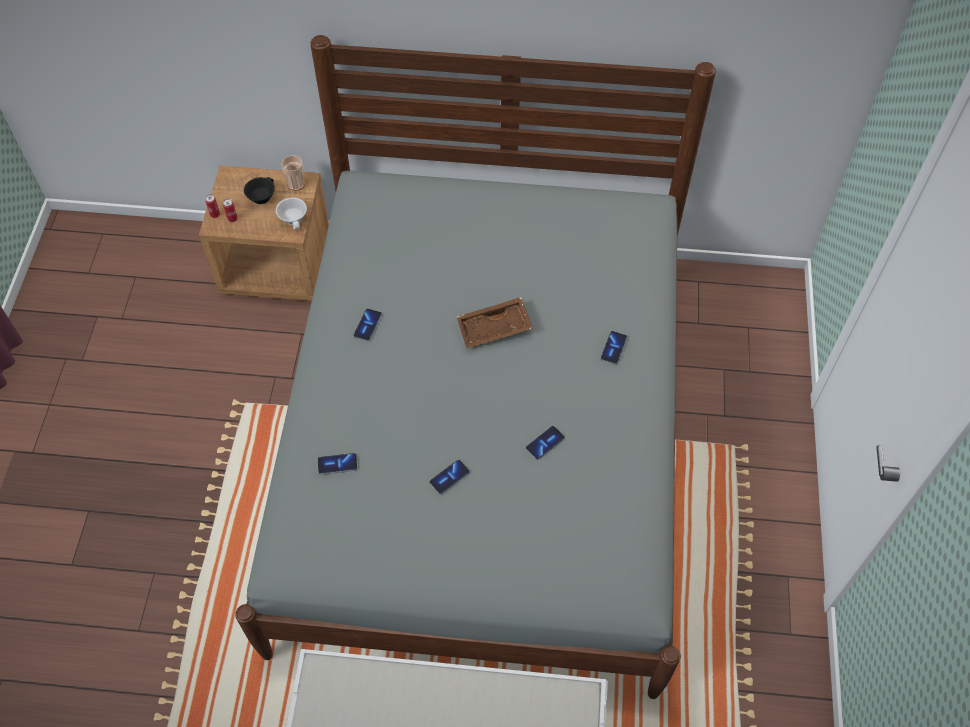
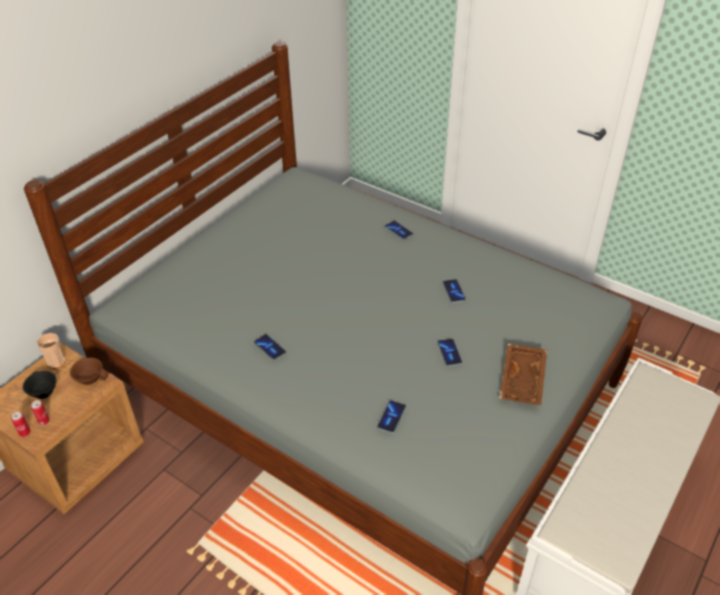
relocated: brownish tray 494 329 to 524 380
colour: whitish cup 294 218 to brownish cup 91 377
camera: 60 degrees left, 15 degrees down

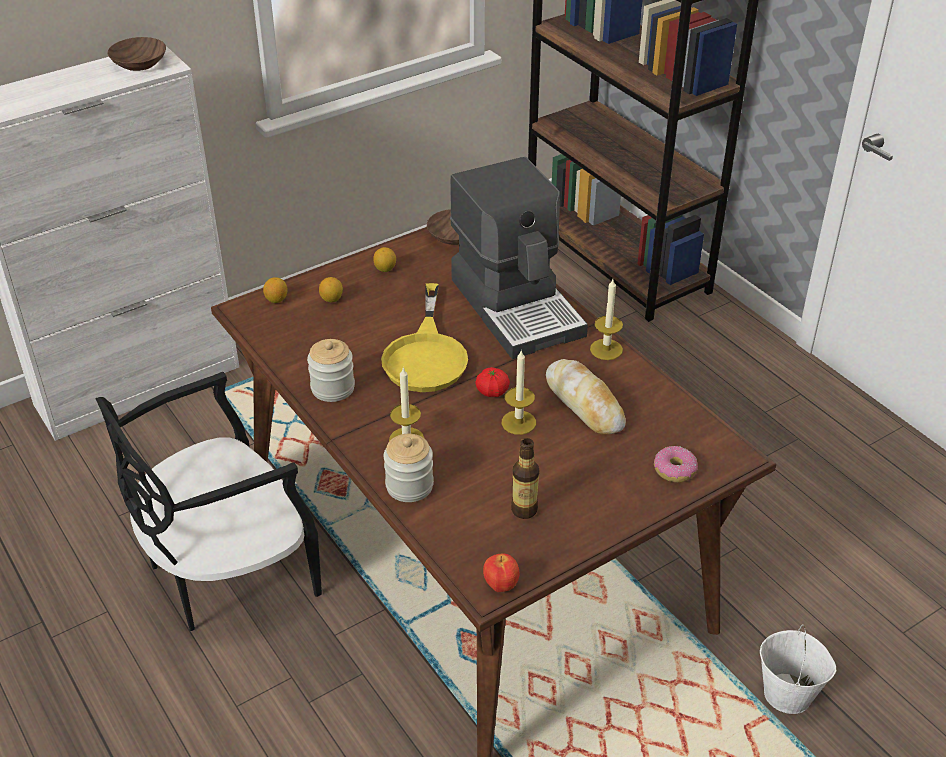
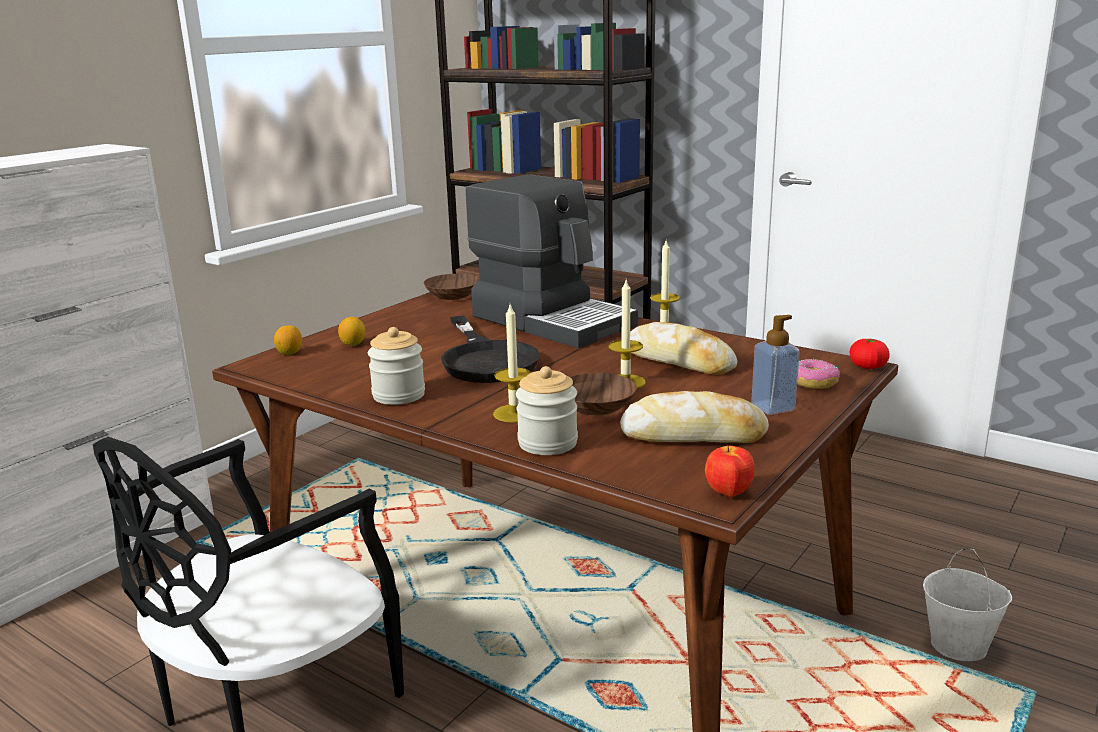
missing: lemon 385 269
appeared: soap bottle 773 407
relocated: brownish bowl 138 64 to 596 407; whole tomato 492 391 to 867 366
exchanged: beverage bottle 524 510 to baked bread 693 435
colour: yellowish skillet 426 355 to black-coloured skillet 486 359
camera: 20 degrees left, 20 degrees down

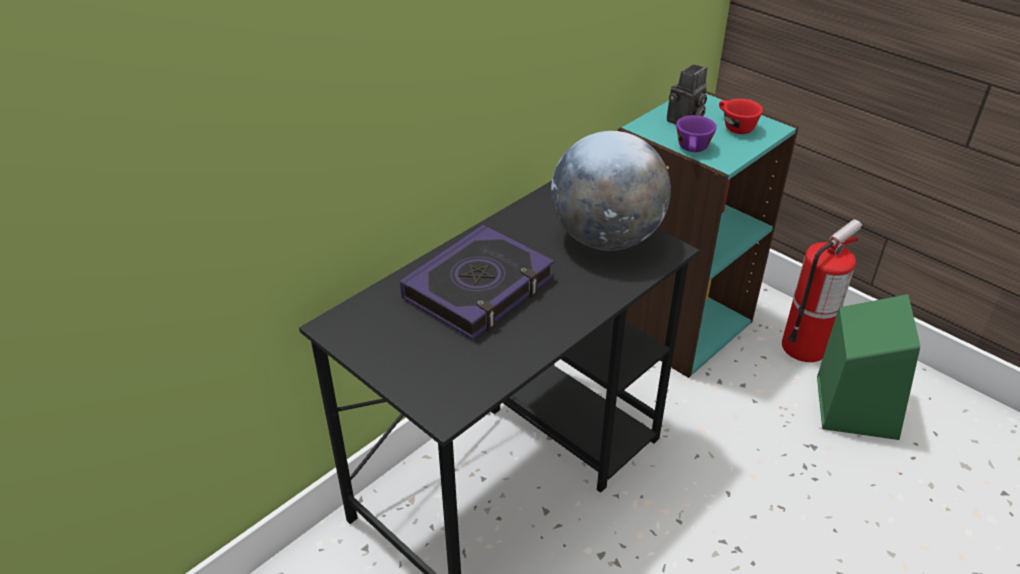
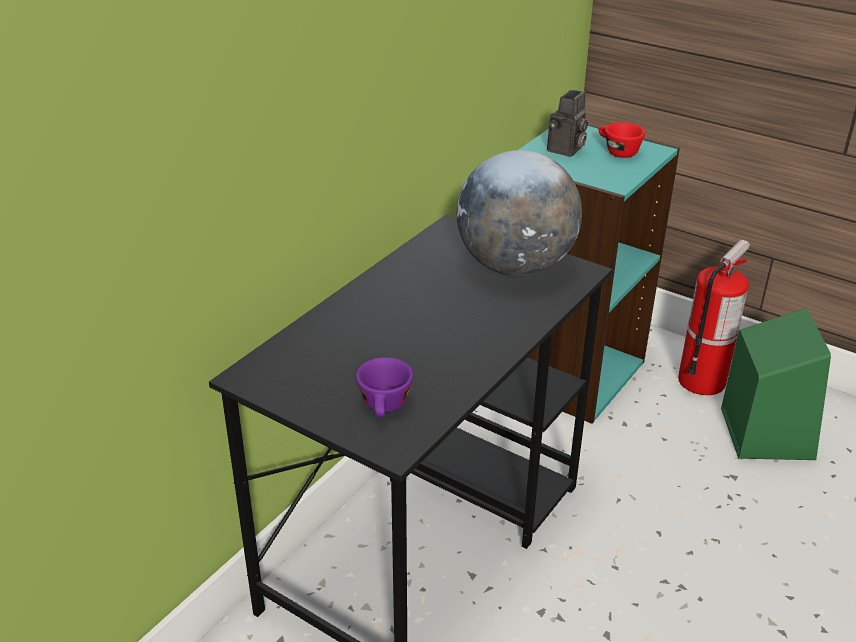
missing: bound book 479 289
relocated: purplish cup 693 150 to 385 408
camera: 10 degrees left, 5 degrees down

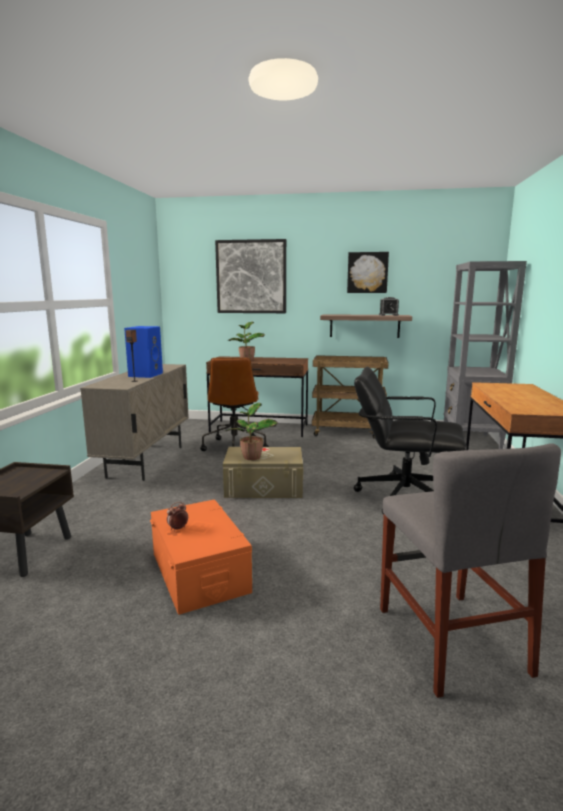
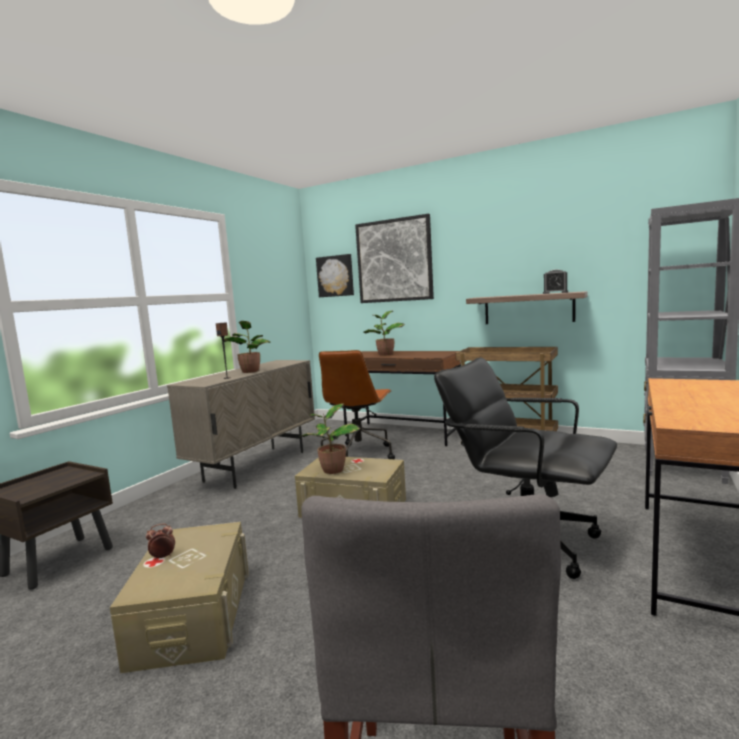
relocated: wall art 367 272 to 335 276
exchanged: blue-coloured audio speaker 145 374 to potted plant 250 371
colour: orange-coloured storage container 199 572 to sand-coloured storage container 192 615
camera: 20 degrees right, 5 degrees down

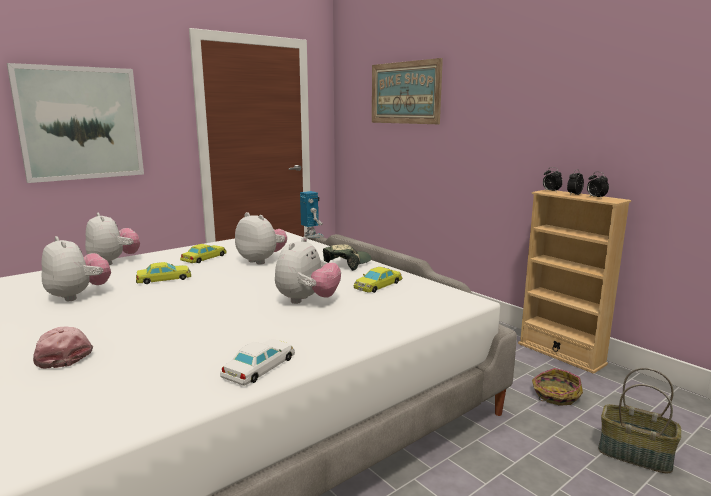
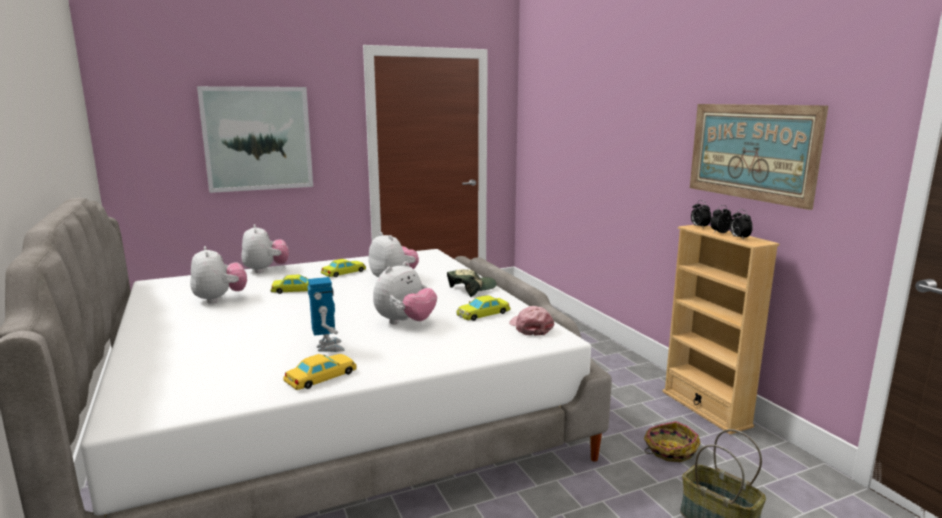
relocated: wall art 405 93 to 751 152; model robot 311 236 to 328 347; pink-coloured cap 62 355 to 530 327
colour: whitish toy car 260 367 to yellowish toy car 321 377
camera: 15 degrees right, 0 degrees up

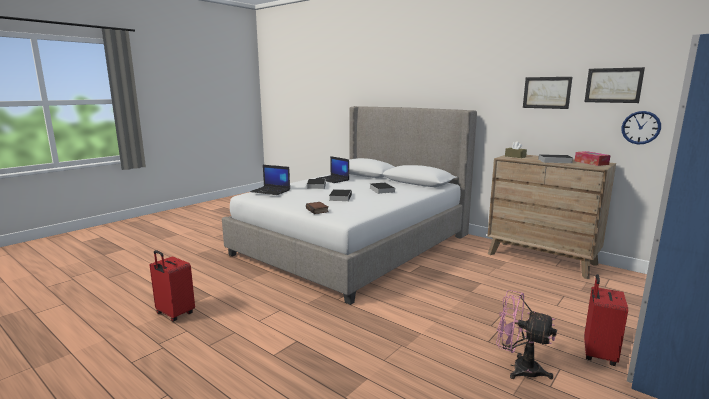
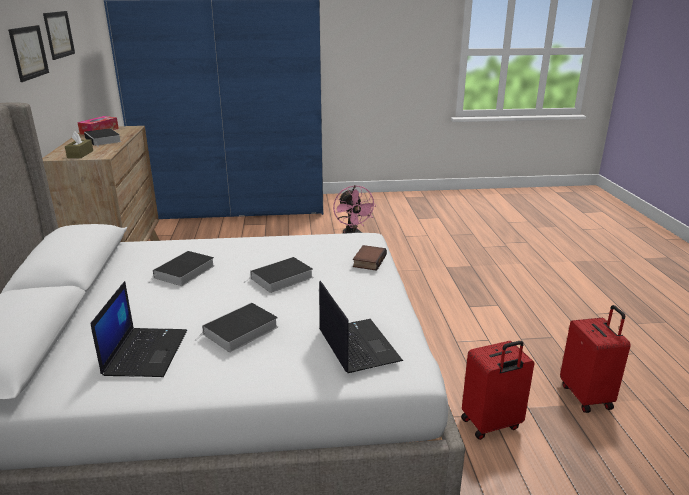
missing: wall clock 640 127
relocated: red piece of luggage 597 354 to 491 424
camera: 135 degrees left, 10 degrees up

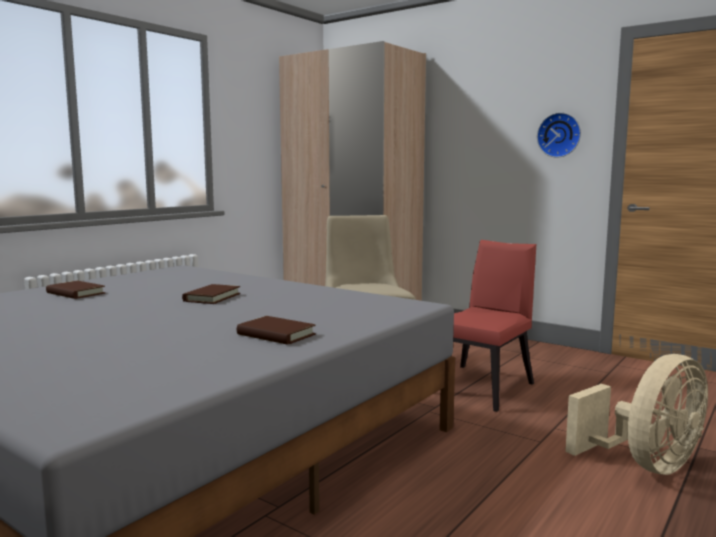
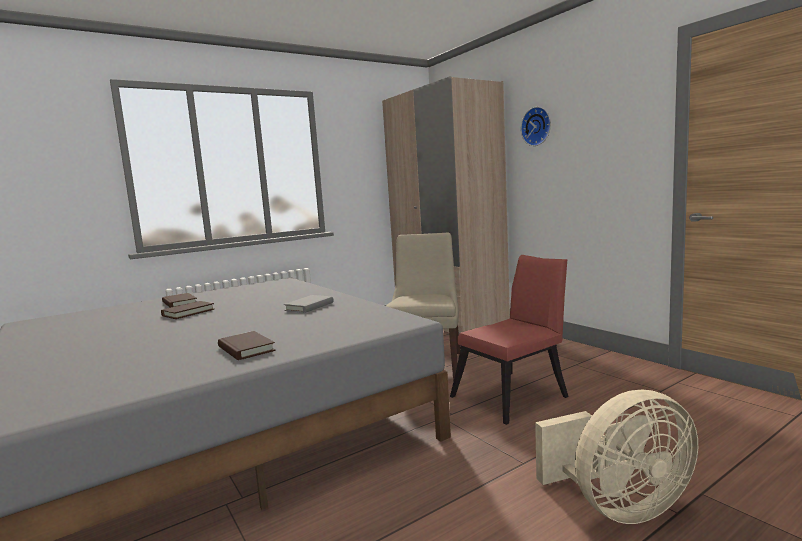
appeared: grey bound book 309 306
relocated: wall clock 559 135 to 537 126; brownish bound book 212 297 to 188 312
camera: 20 degrees right, 0 degrees up

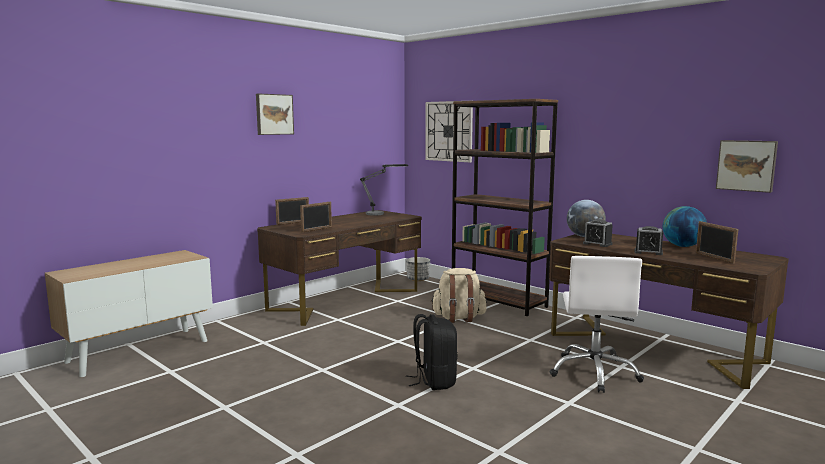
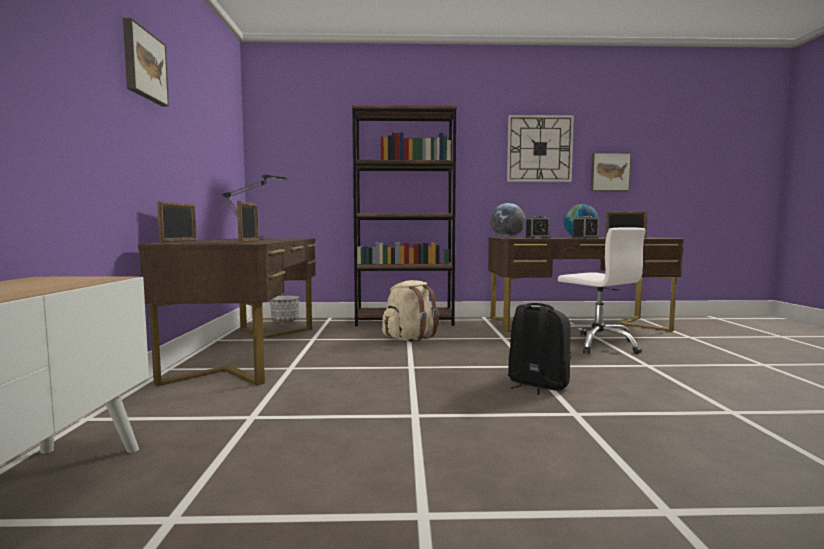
relocated: wall clock 449 131 to 539 149
camera: 45 degrees left, 5 degrees down

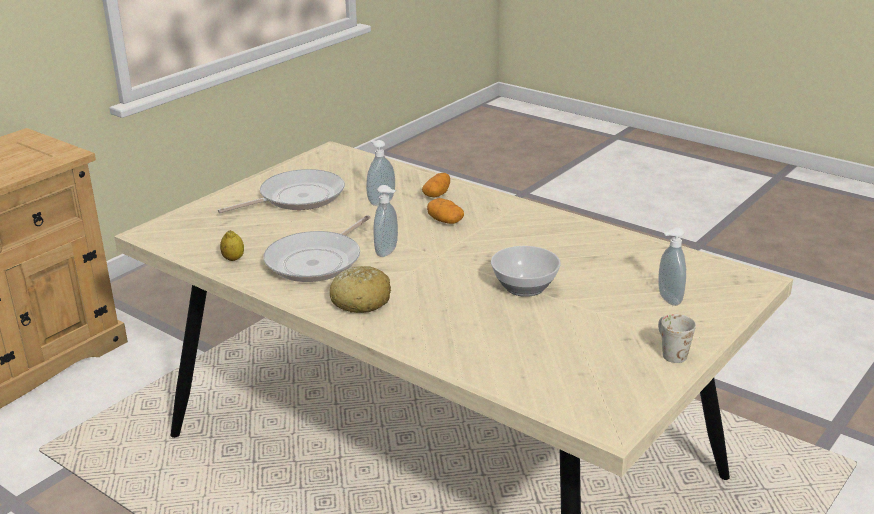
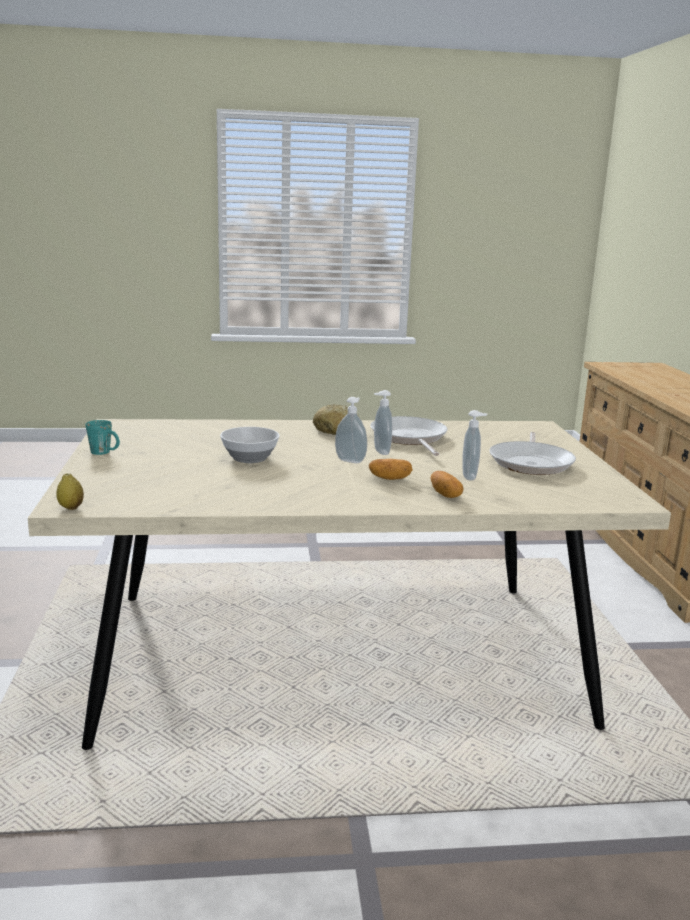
relocated: soap bottle 667 299 to 351 460; lemon 233 259 to 71 507
colour: whitish coffee mug 669 352 to blue-green coffee mug 105 453
camera: 135 degrees right, 10 degrees down

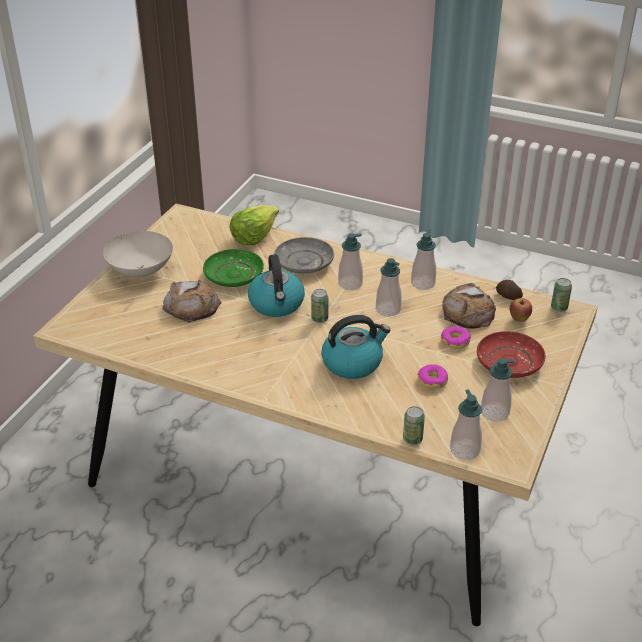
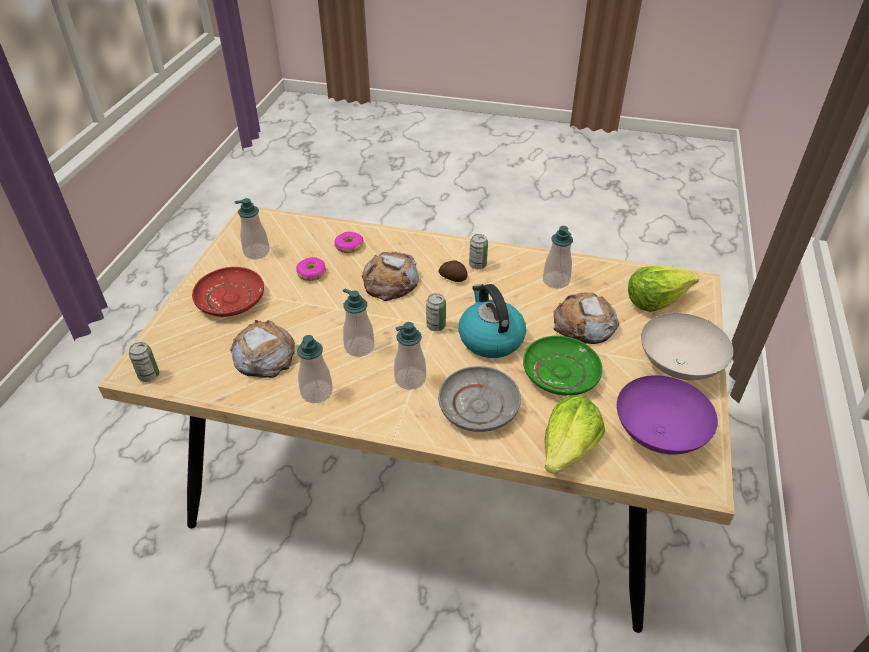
missing: apple fruit 519 319
appeared: lettuce 655 300; purplish bowl 657 433
relocated: whole potato 508 296 to 453 277; ring doughnut 455 341 to 349 246; soap bottle 464 450 to 556 280; can 412 439 to 477 265
exchanged: kettle 353 362 to baked bread 390 281
camera: 170 degrees right, 5 degrees up

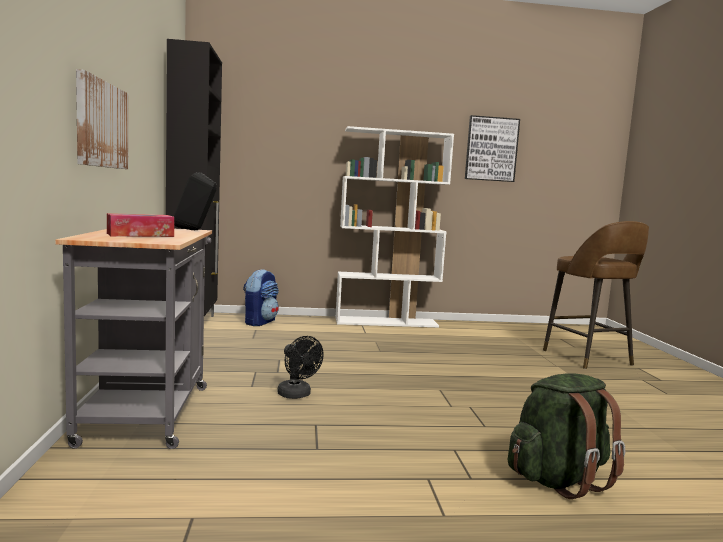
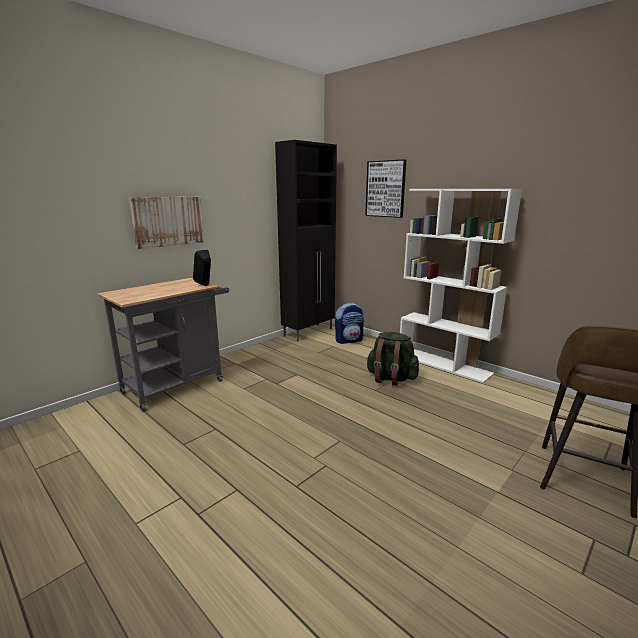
missing: tissue box 140 235; black-coloured electric fan 297 395
relocated: wall art 491 149 to 385 189; green-coloured rucksack 559 479 to 391 379
camera: 50 degrees right, 10 degrees up

